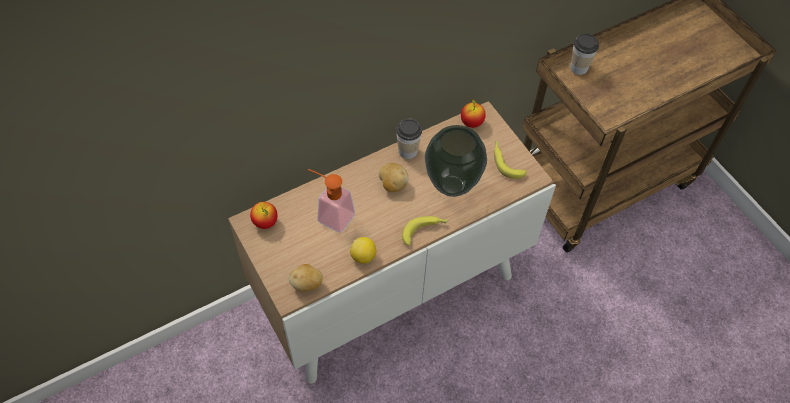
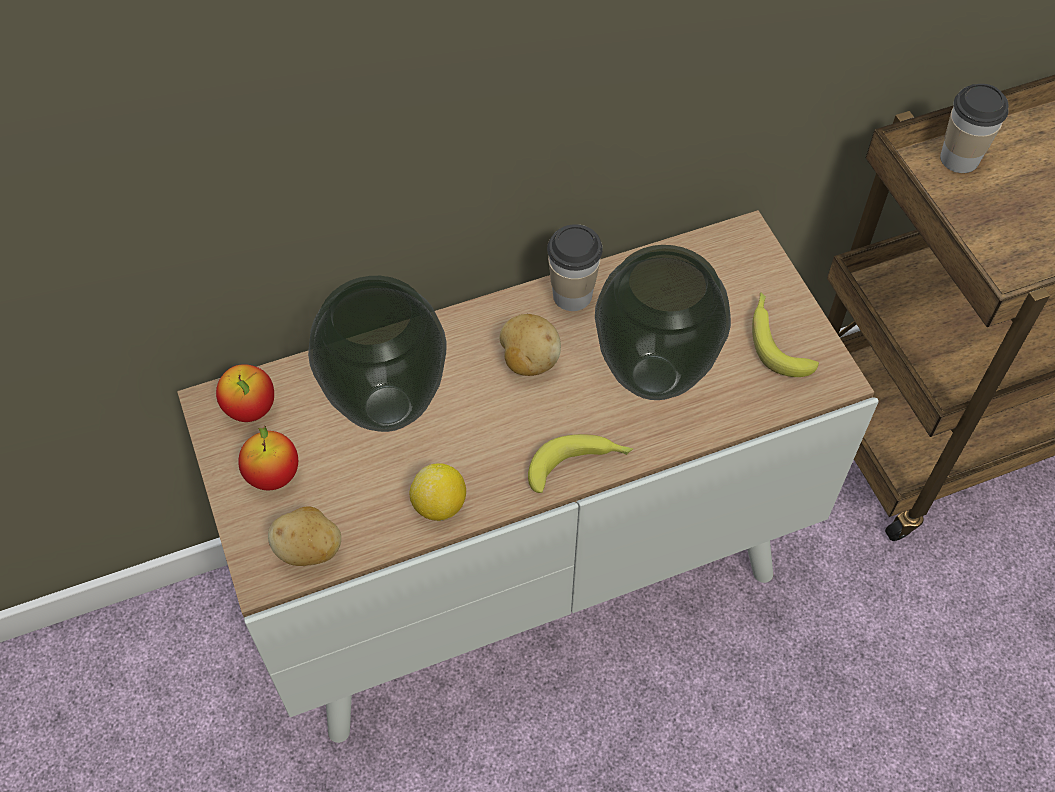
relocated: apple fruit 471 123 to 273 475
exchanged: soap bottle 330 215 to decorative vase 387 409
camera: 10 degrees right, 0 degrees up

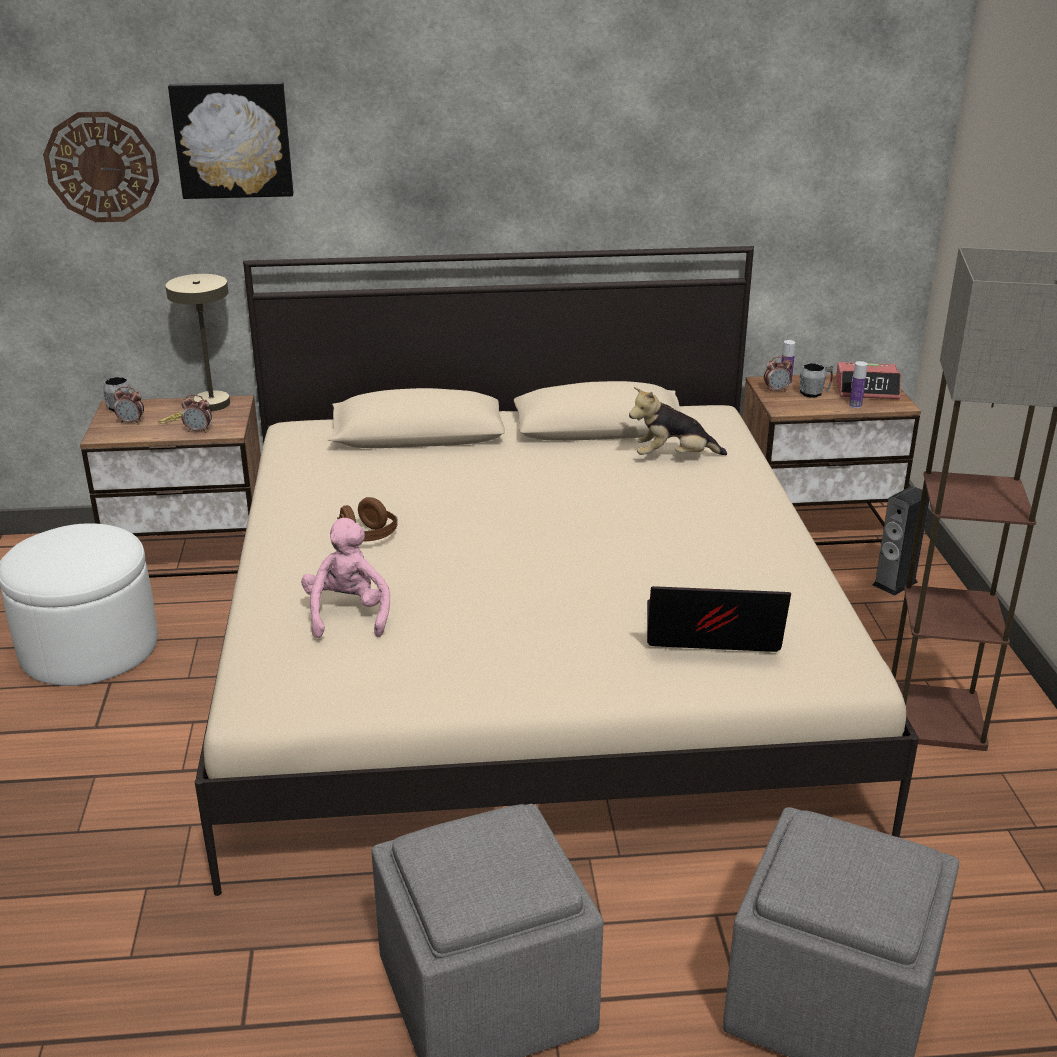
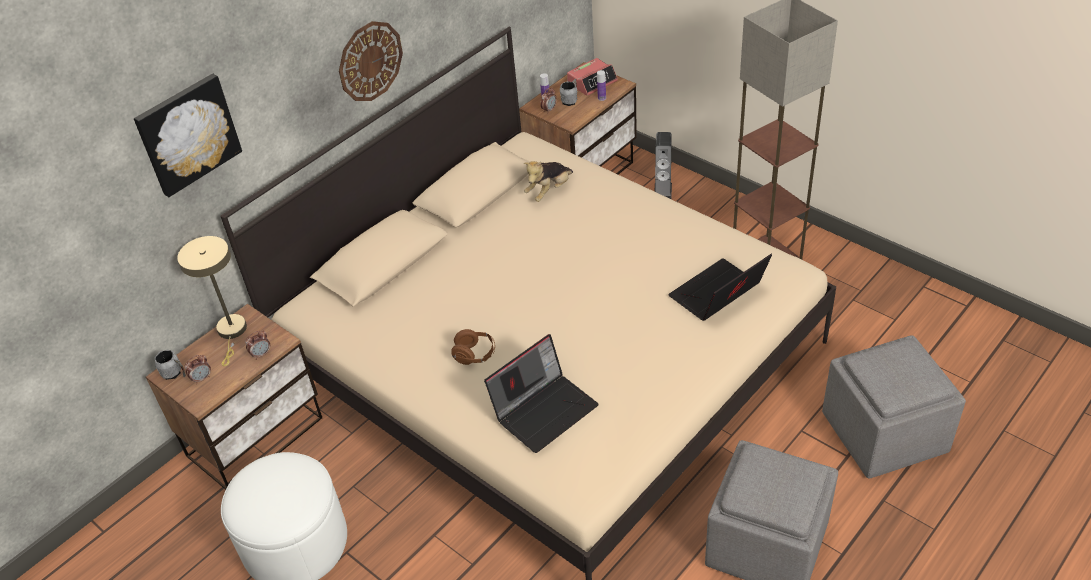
relocated: wall clock 102 167 to 370 61
exchanged: pink-coloured soft toy 348 614 to laptop 544 409
camera: 40 degrees left, 15 degrees up

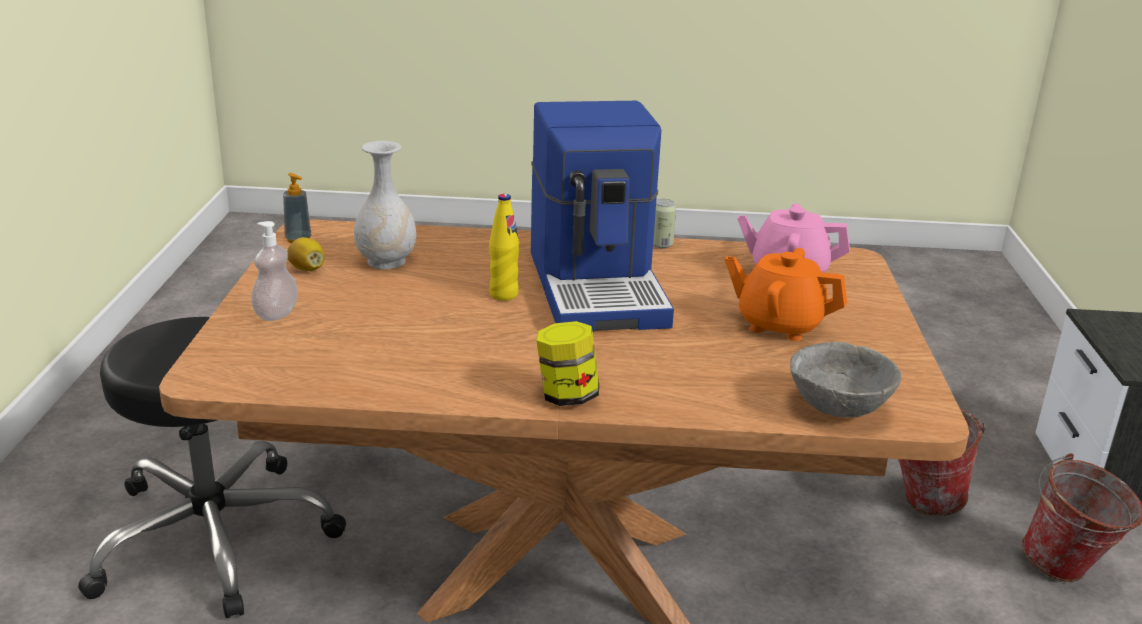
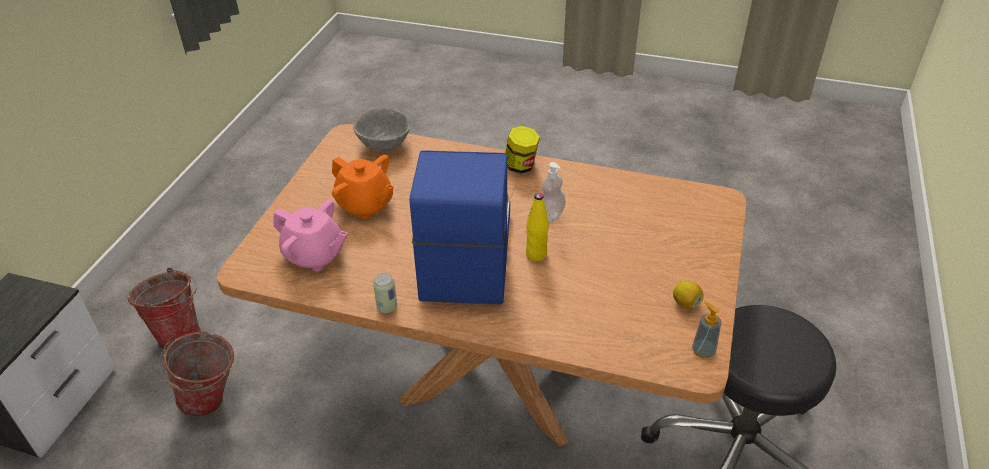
missing: whitish decorative vase 387 261
relocated: soap bottle 276 314 to 550 215
camera: 165 degrees left, 15 degrees up

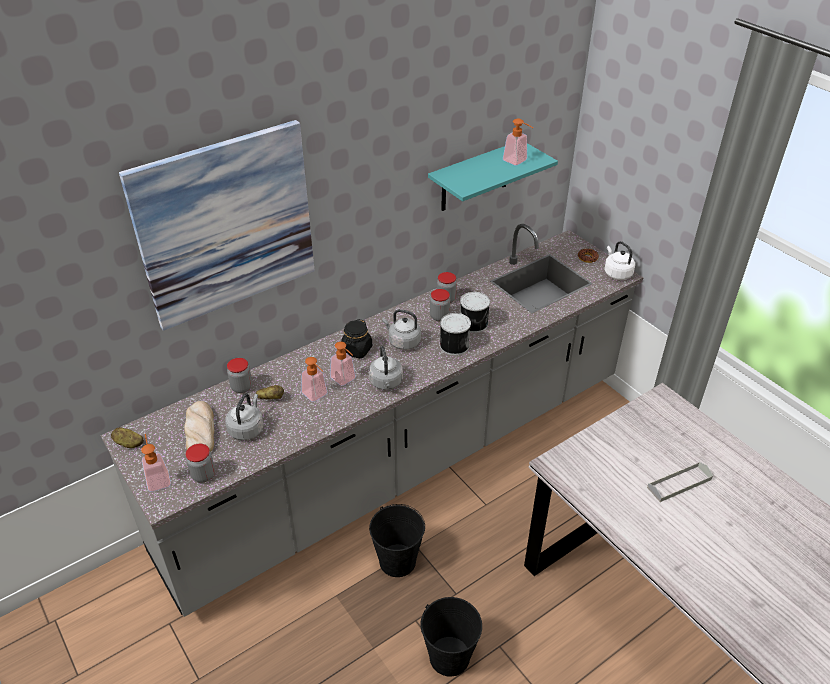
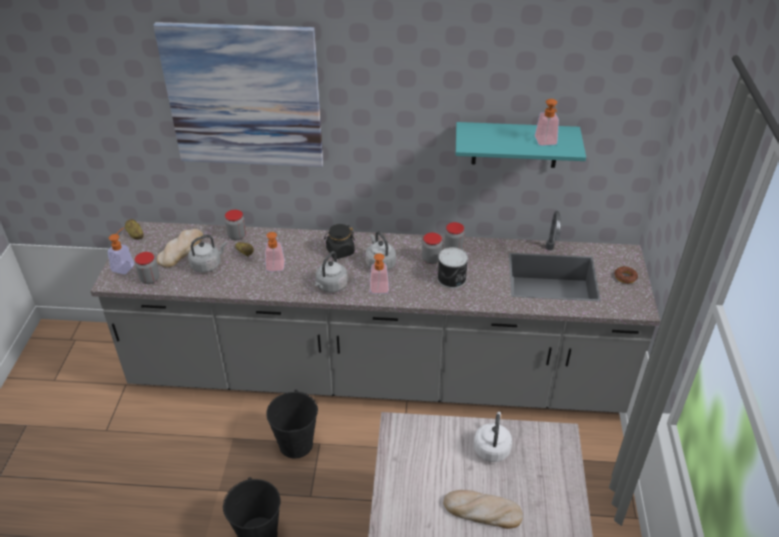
missing: can 453 345
relocated: whitish kettle 616 273 to 492 448; soap bottle 345 380 to 379 291
exchanged: grey tray 679 483 to baked bread 482 511
camera: 40 degrees right, 0 degrees up

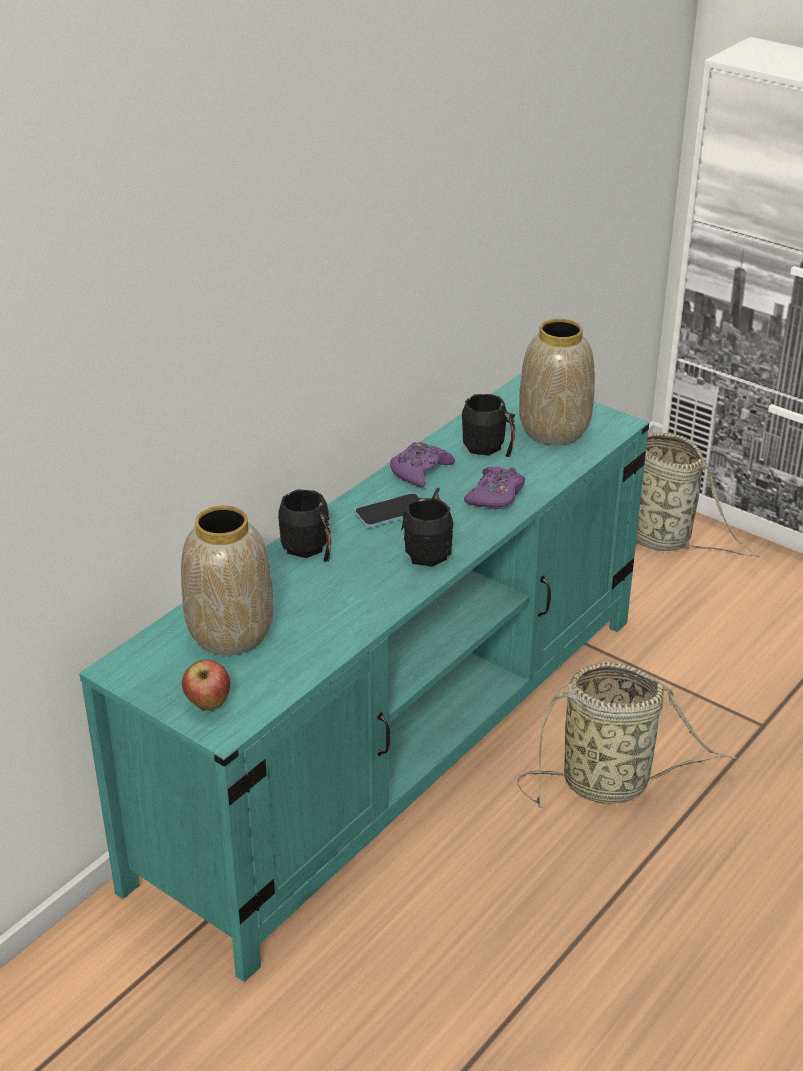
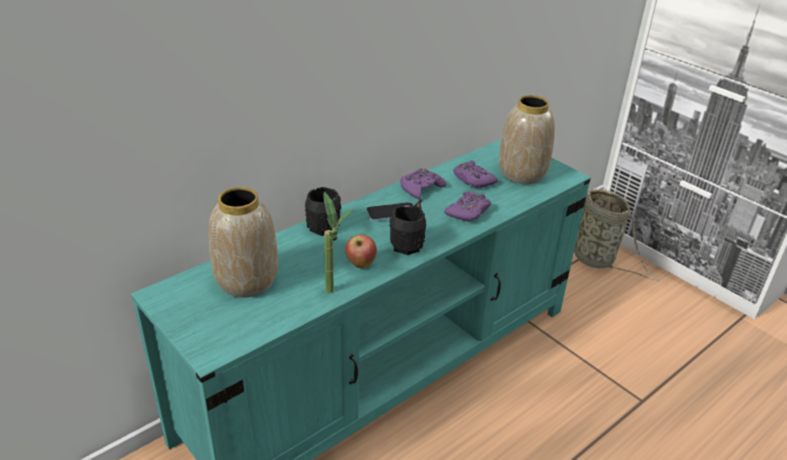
missing: storage basket 611 783
appeared: potted plant 336 294
relocated: apple fruit 208 704 to 360 264
exchanged: black-coloured coffee mug 489 448 to purplish gamepad 473 180
camera: 10 degrees right, 0 degrees up

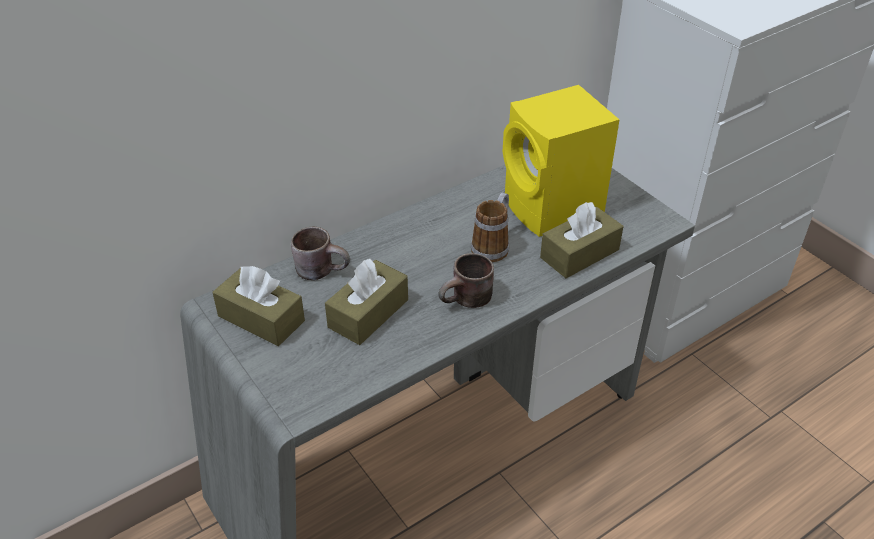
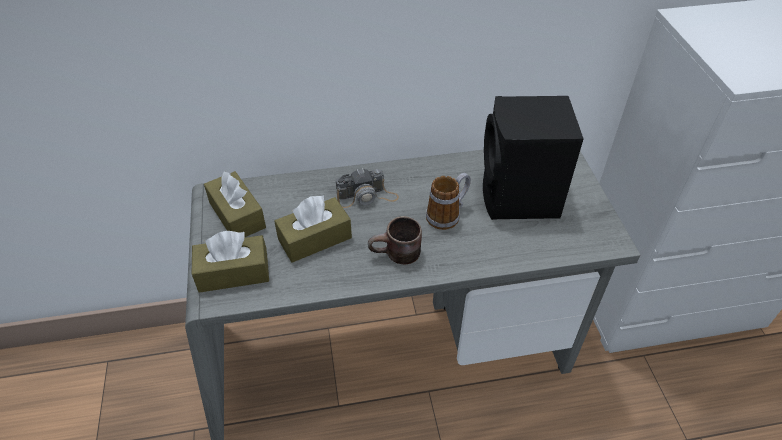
missing: brownish coffee mug 323 269
appeared: photo camera 367 196
relocated: brownish tissue box 579 254 to 233 273
colour: yellowish audio speaker 554 209 to black-coloured audio speaker 519 199
camera: 25 degrees right, 5 degrees up

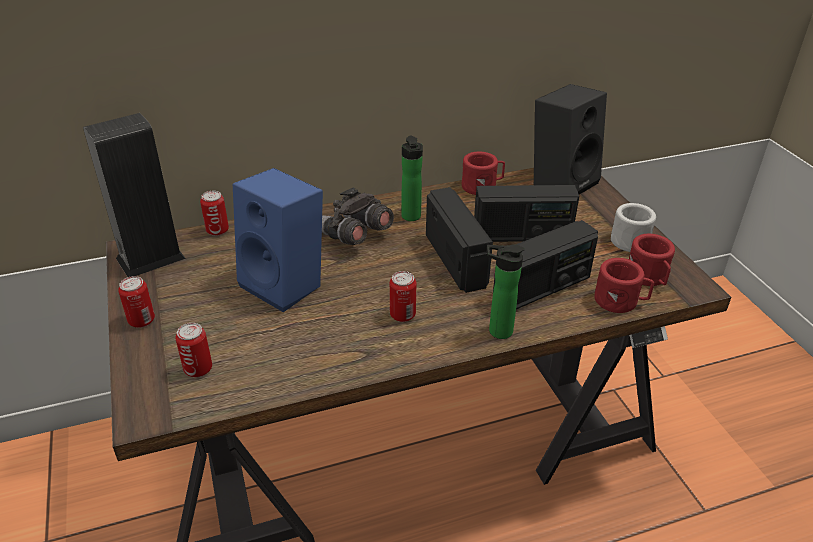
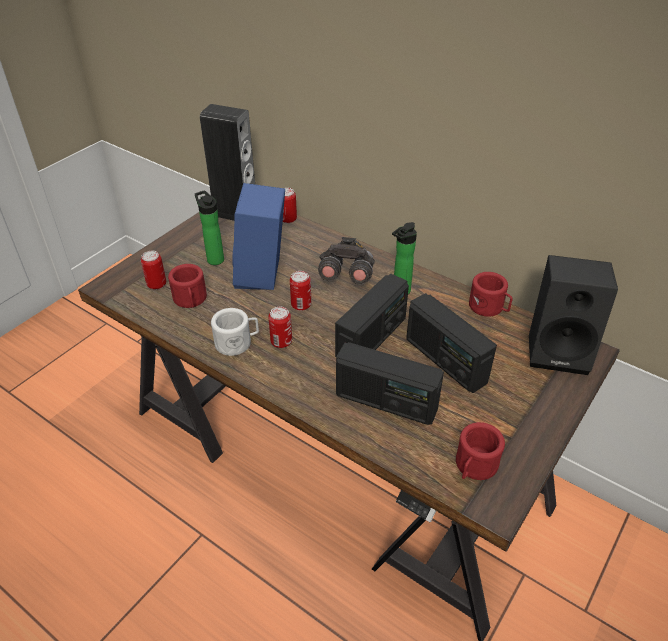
relocated: whitish coffee mug 629 239 to 237 342; beverage bottle 496 331 to 214 258; red coffee mug 620 301 to 190 300; can 141 320 to 301 305
camera: 55 degrees right, 5 degrees up

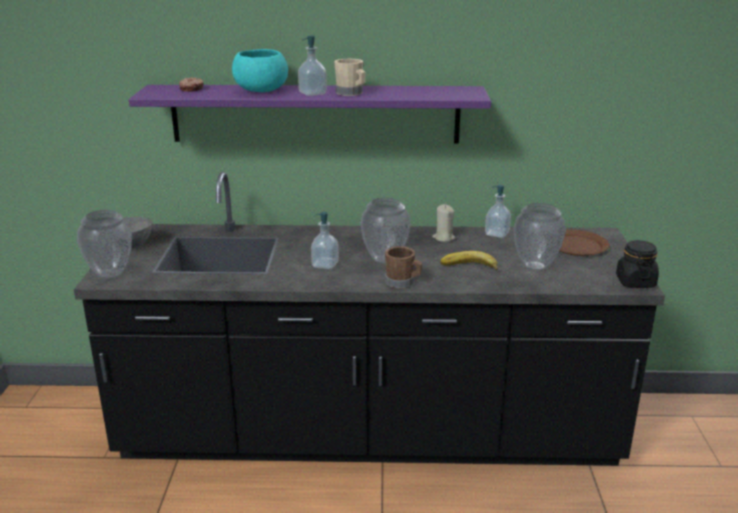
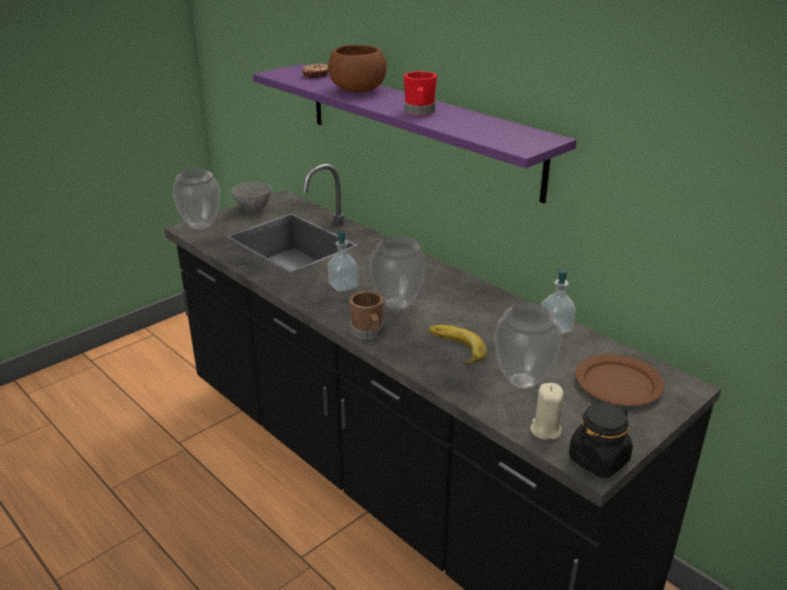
missing: soap bottle 312 93
relocated: sand-coloured wax light 443 238 to 545 430
colour: blue-green bowl 261 91 to brownish bowl 357 90; sand-coloured coffee mug 351 93 to red coffee mug 419 112
camera: 45 degrees right, 5 degrees up

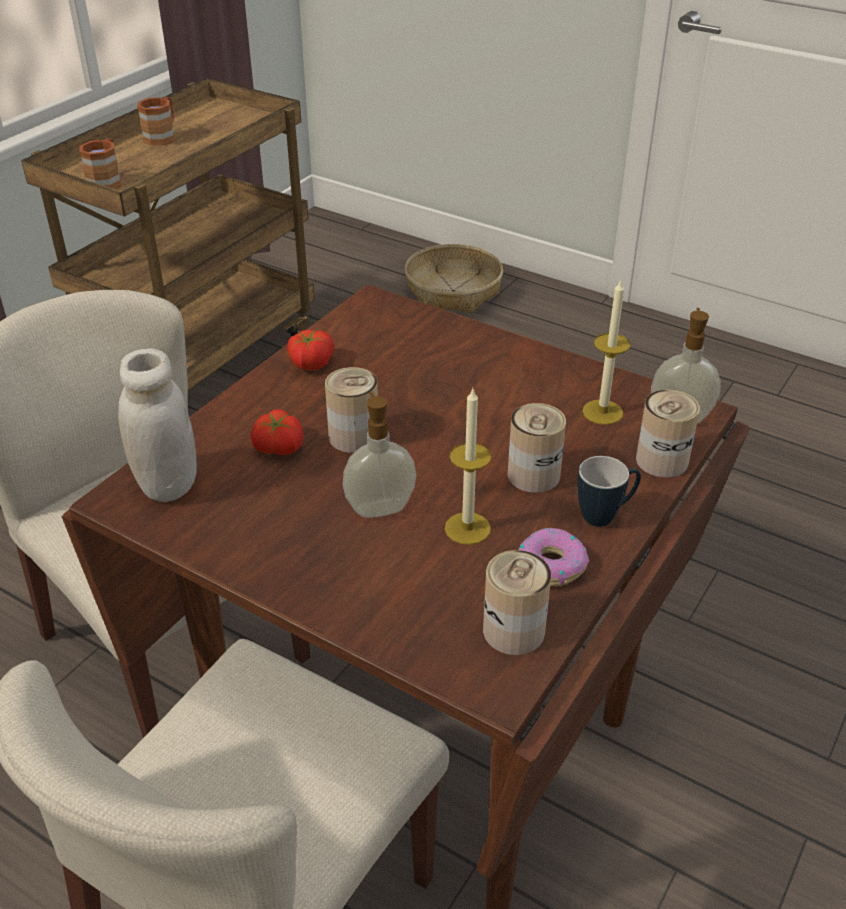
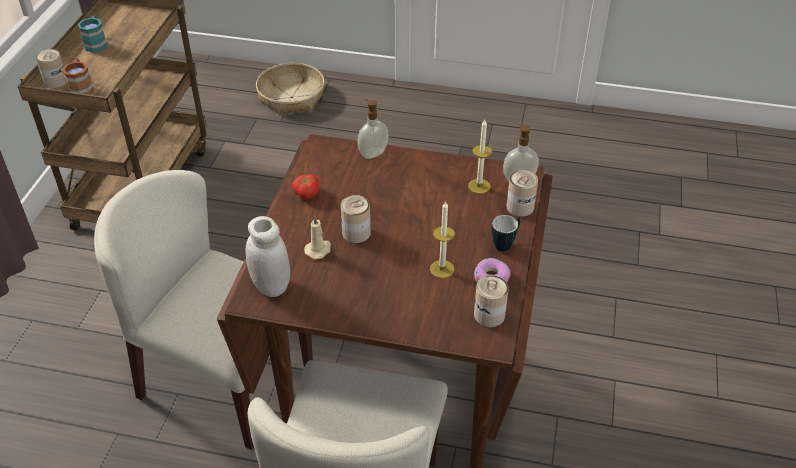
relocated: soap bottle 380 507 to 372 153; can 533 475 to 55 81
exchanged: whole tomato 278 448 to sand-coloured wax light 319 250
colour: brownish coffee mug 162 136 to blue-green coffee mug 96 43
camera: 20 degrees left, 5 degrees up

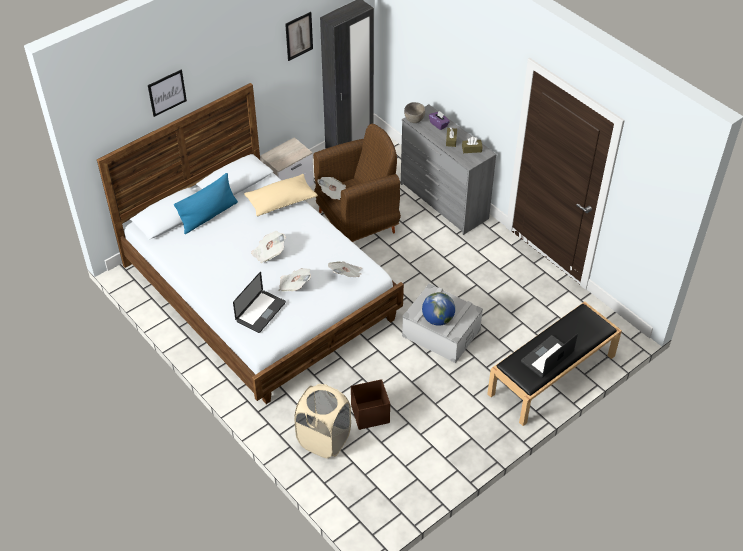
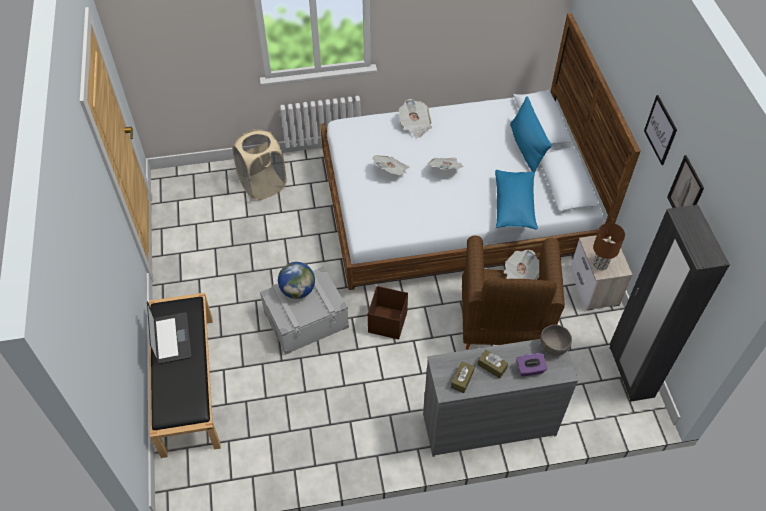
missing: laptop 260 312
appeared: brownish tabletop lamp 600 264
relocated: wall art 167 92 to 660 130; daily paper 346 275 to 415 125; brownish storage container 369 414 to 388 322
colour: sand-coloured pillow 281 201 to blue-coloured pillow 514 206
camera: 120 degrees right, 5 degrees up

